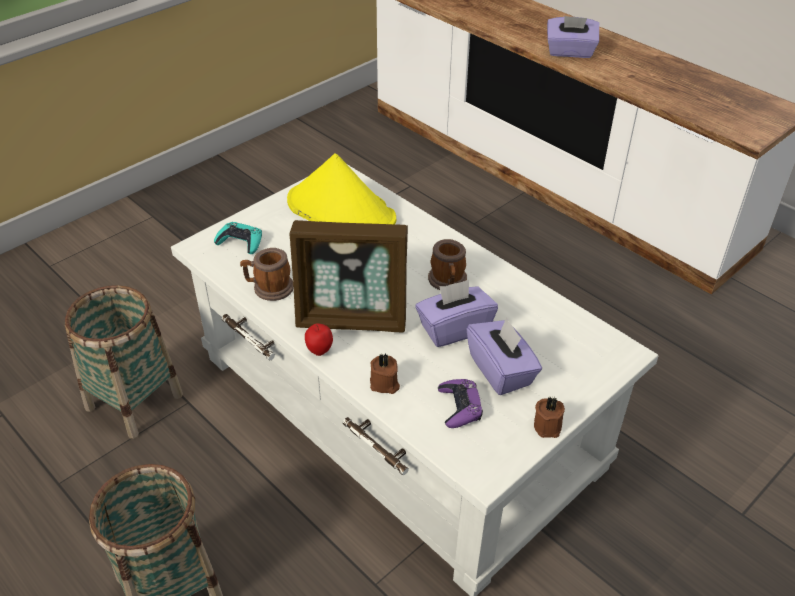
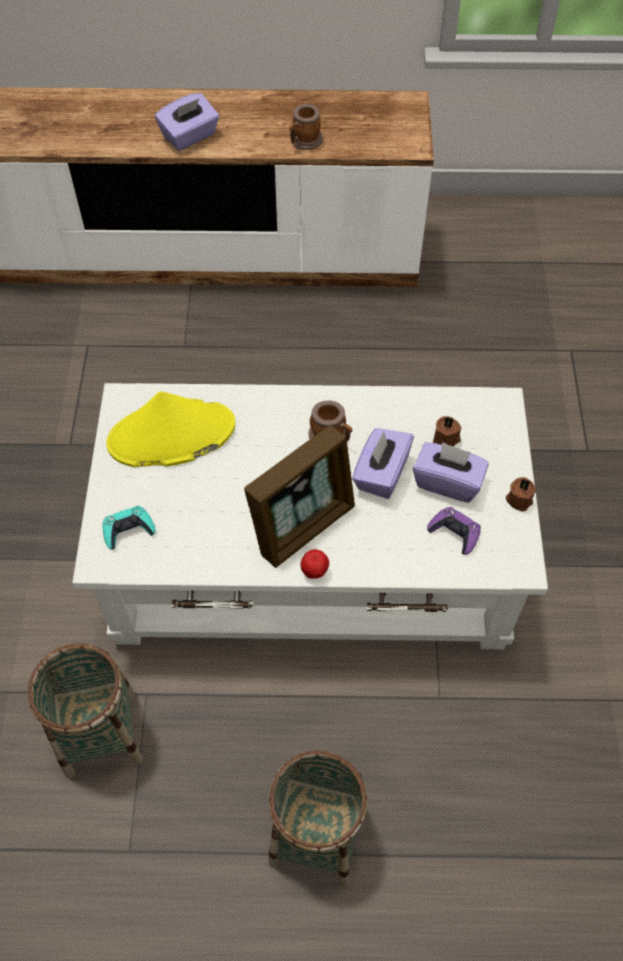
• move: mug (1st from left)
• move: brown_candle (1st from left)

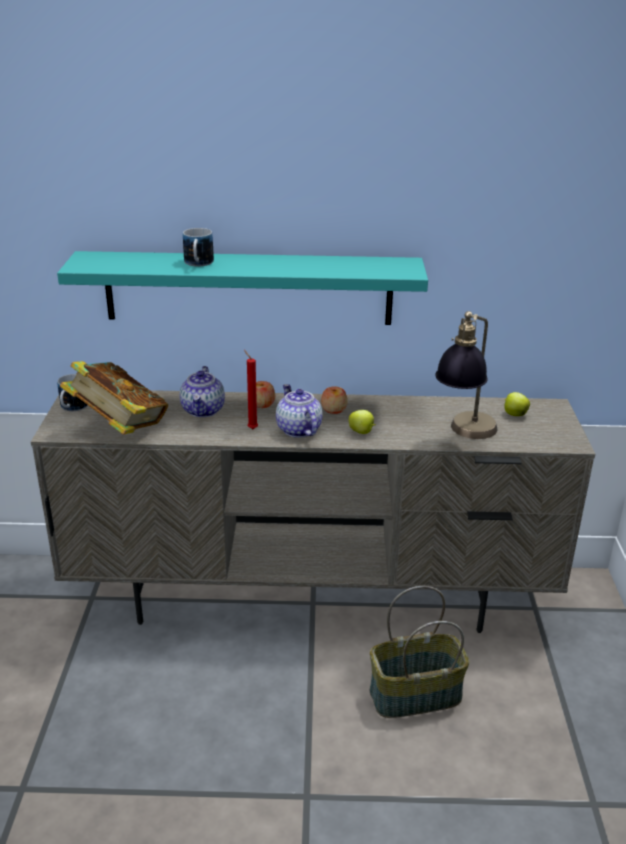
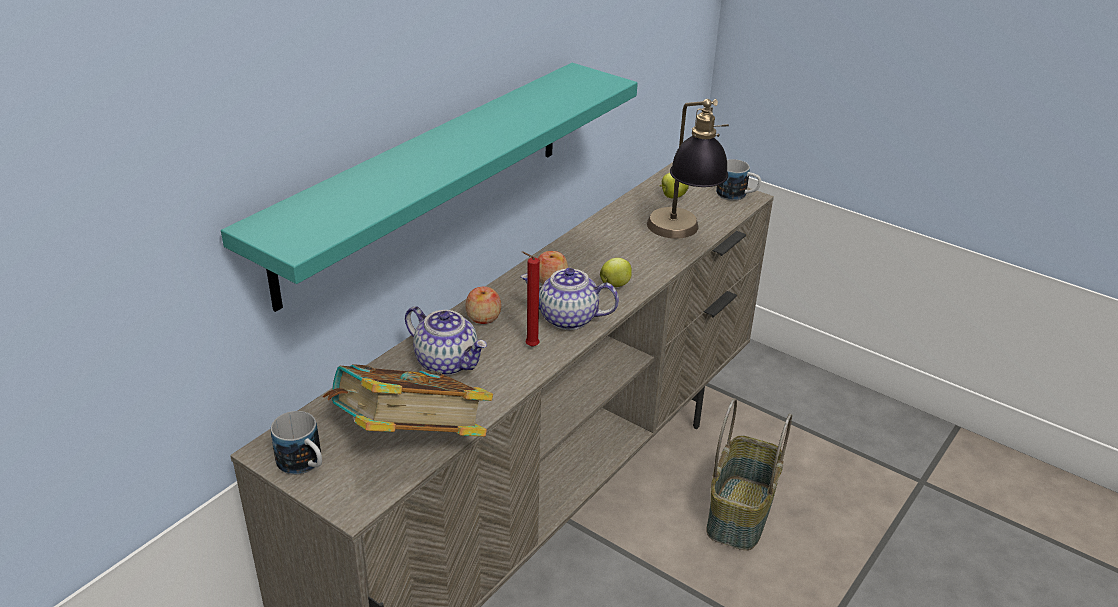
• move: mug (2nd from left)

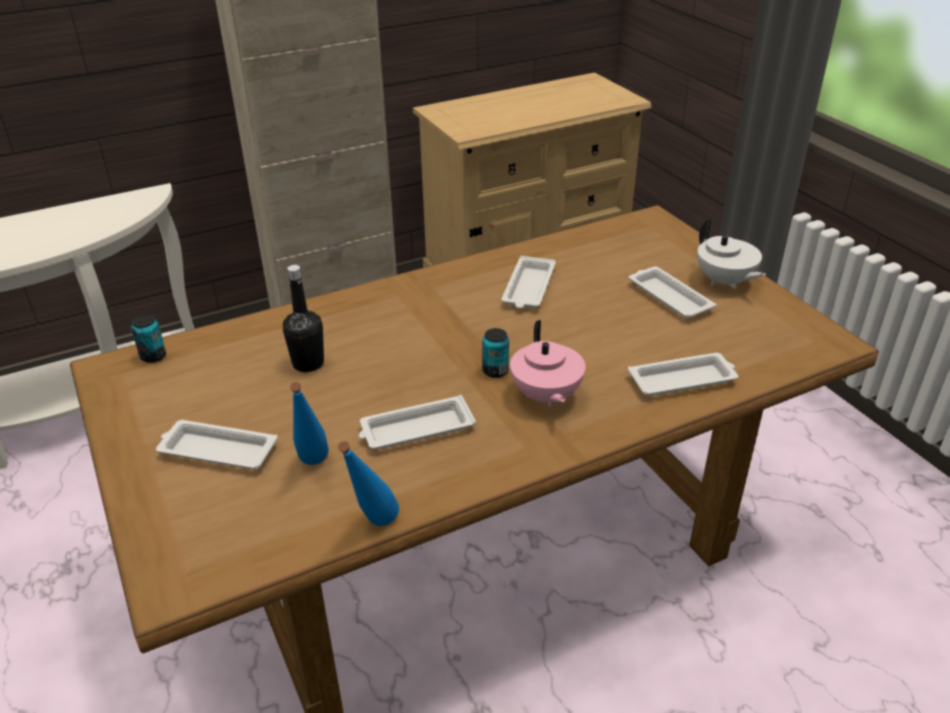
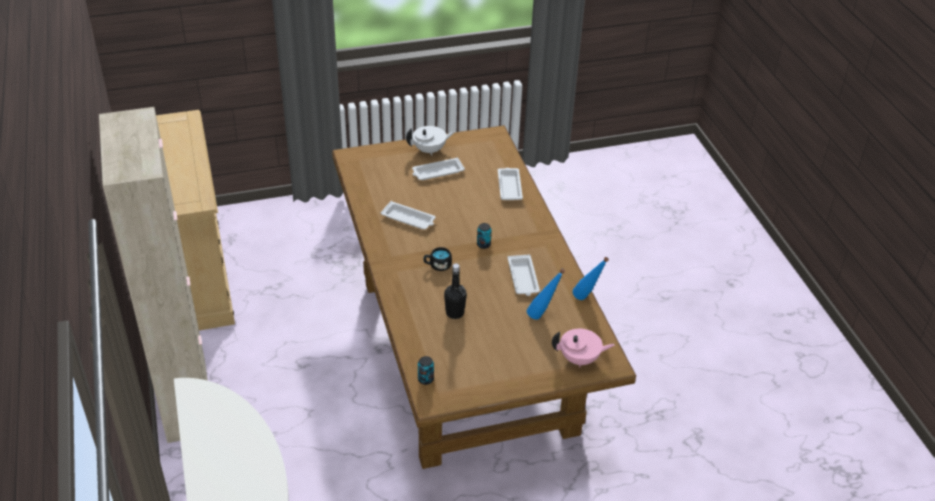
• delete: white_tray (1st from left)
• move: pink_teapot
• insert: black_mug

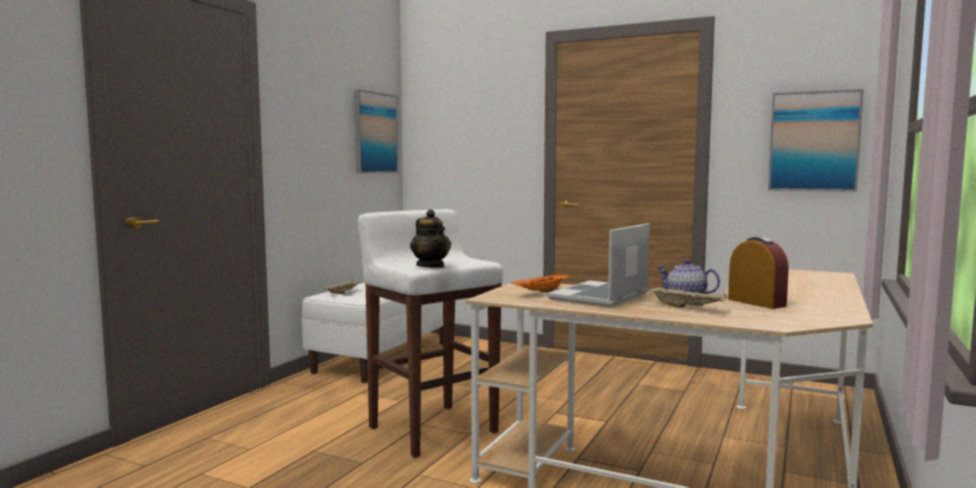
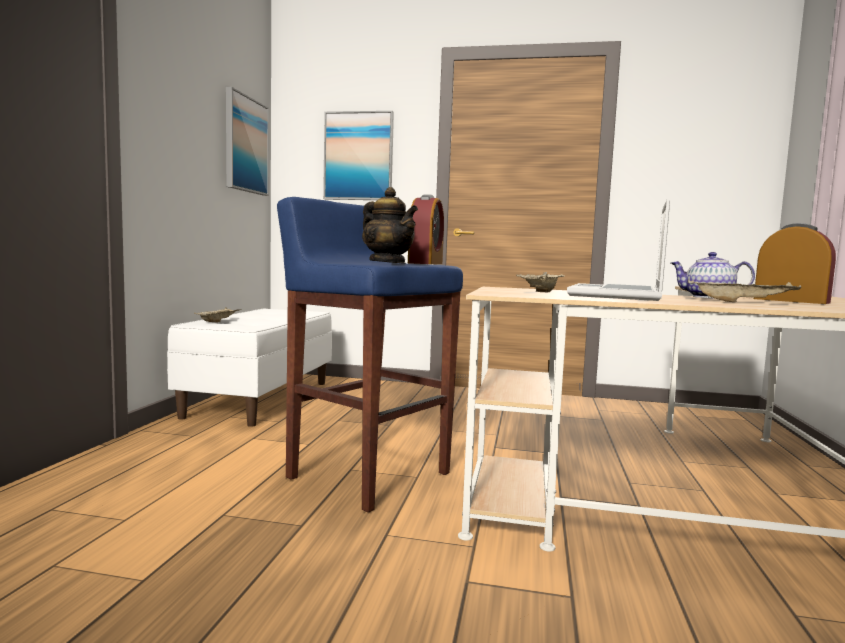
• recolor: white_stool to blue_stool
• recolor: orange_tray to beige_tray (2nd from left)
• move: picture (2nd from left)
• insert: alarm_clock (1st from left)

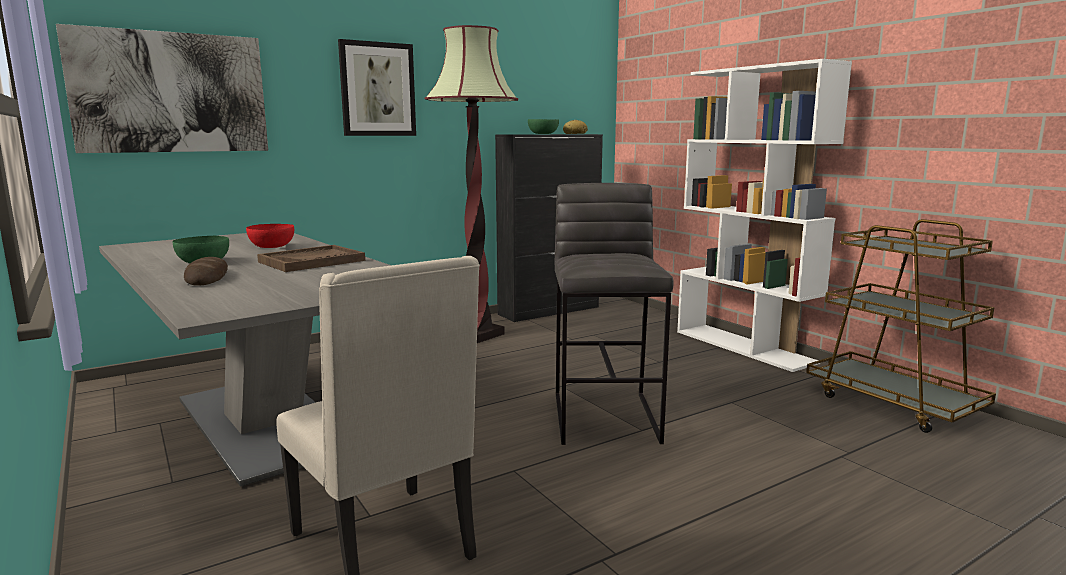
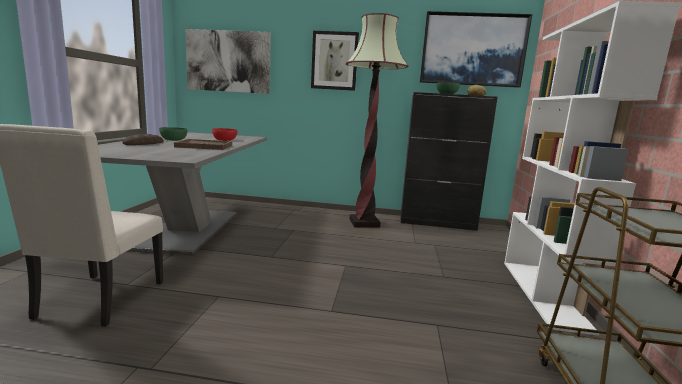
• delete: grey_stool
• insert: picture (3rd from left)

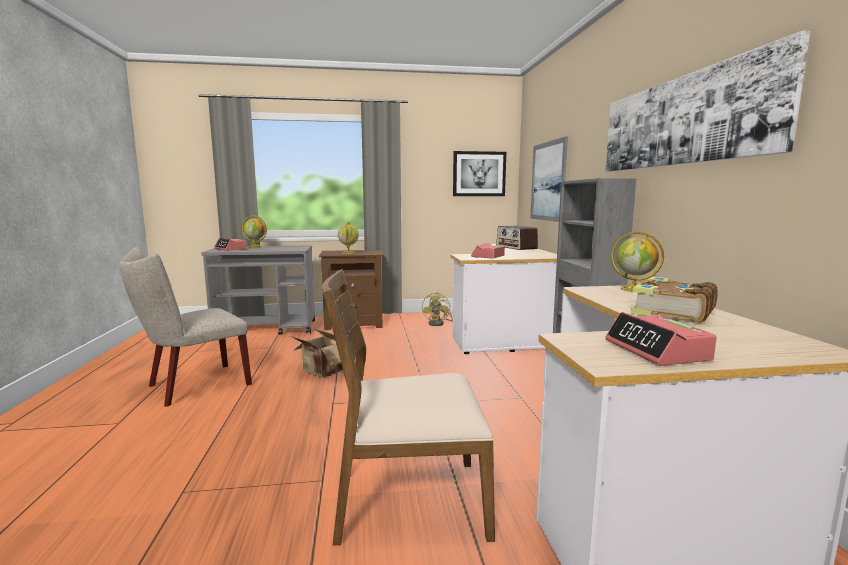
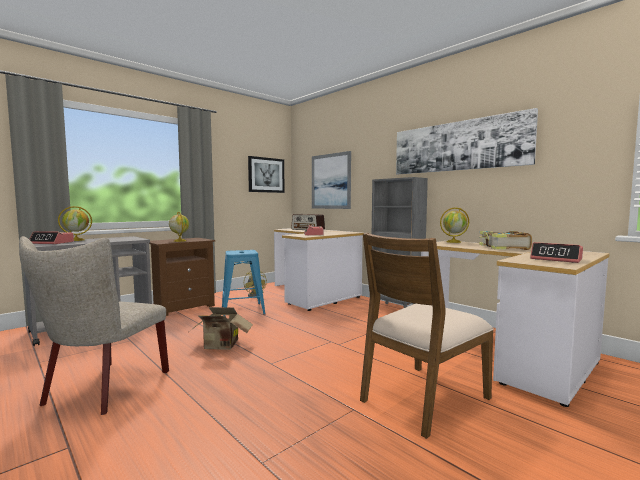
• insert: blue_stool

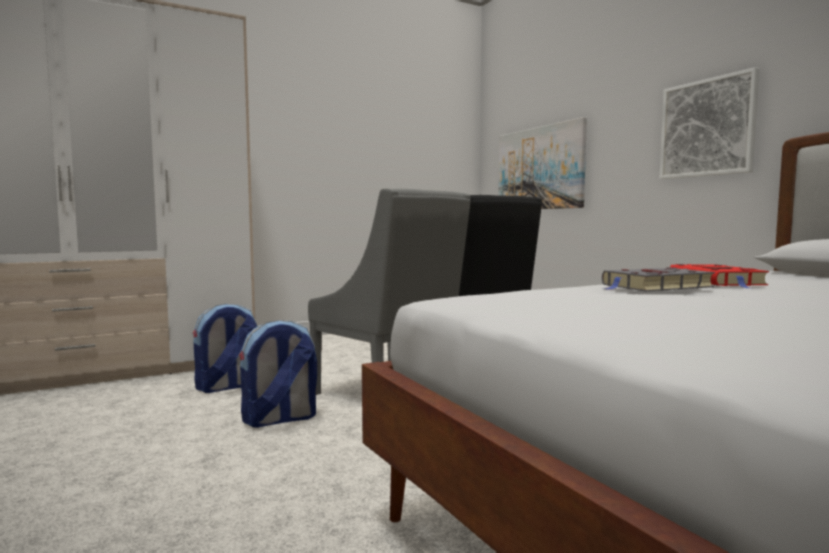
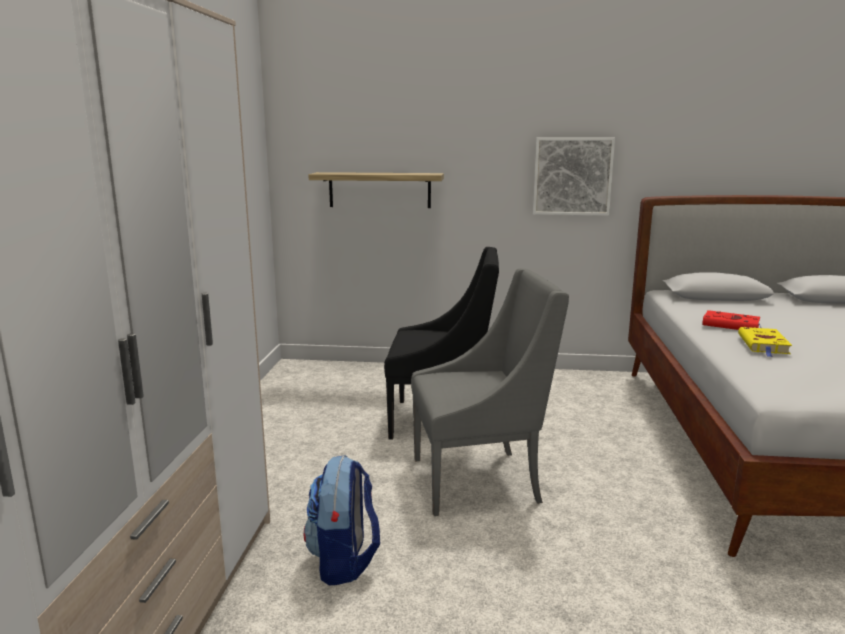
• delete: backpack (2nd from left)
• replace: picture (1st from left) to shelf
• recolor: grey_book to yellow_book

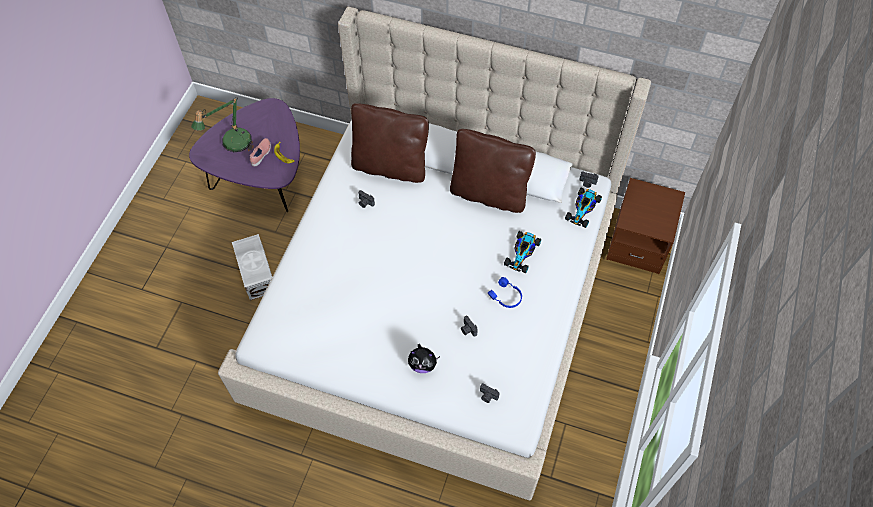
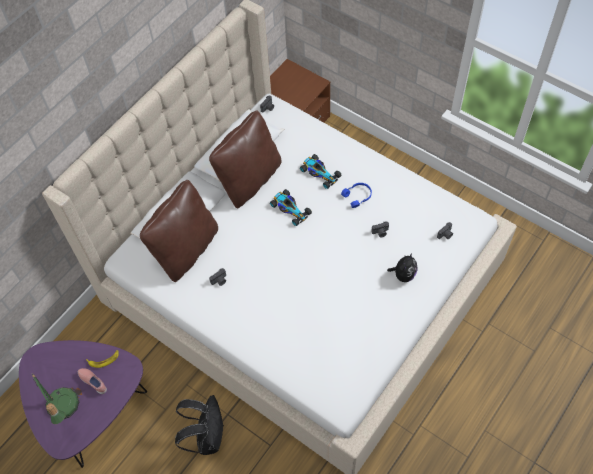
• replace: white_storage_box to black_backpack
• move: toy_car (2nd from left in the first image) to toy_car (1st from left)

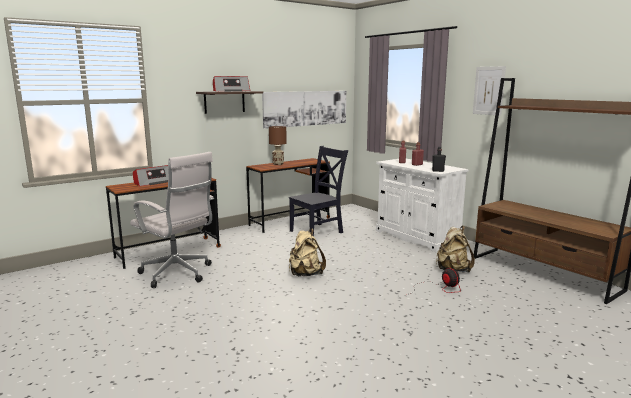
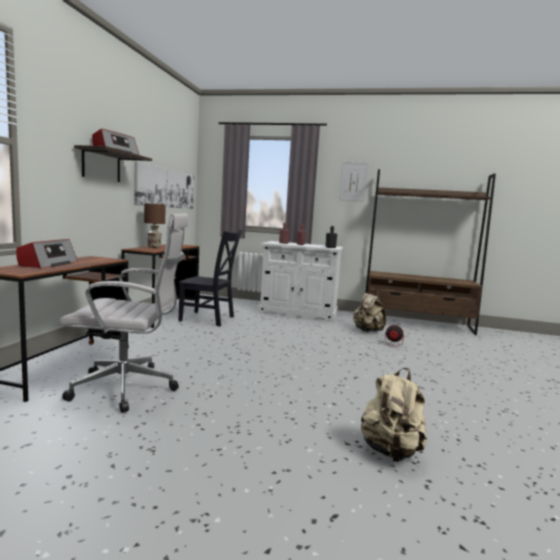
• rotate: black_chair 90 degrees clockwise
• move: beige_backpack (1st from left in the first image) to beige_backpack (2nd from left)

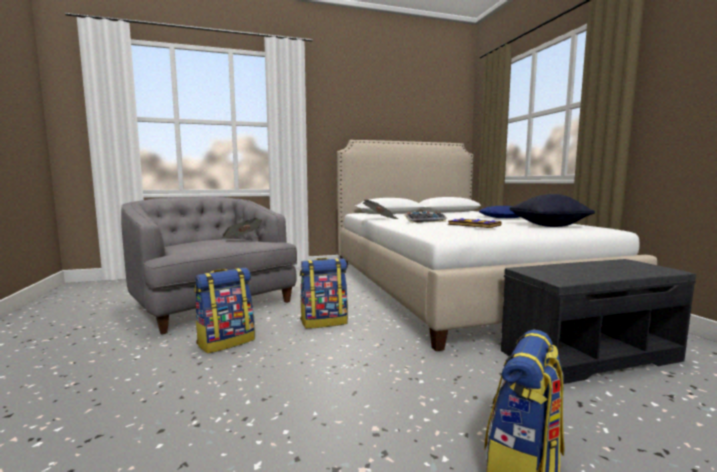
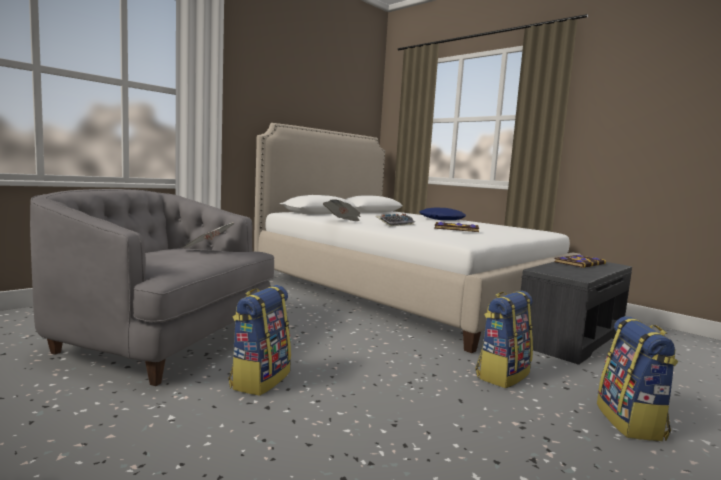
• move: backpack (2nd from left)
• delete: black_pillow
• insert: book (2nd from left)

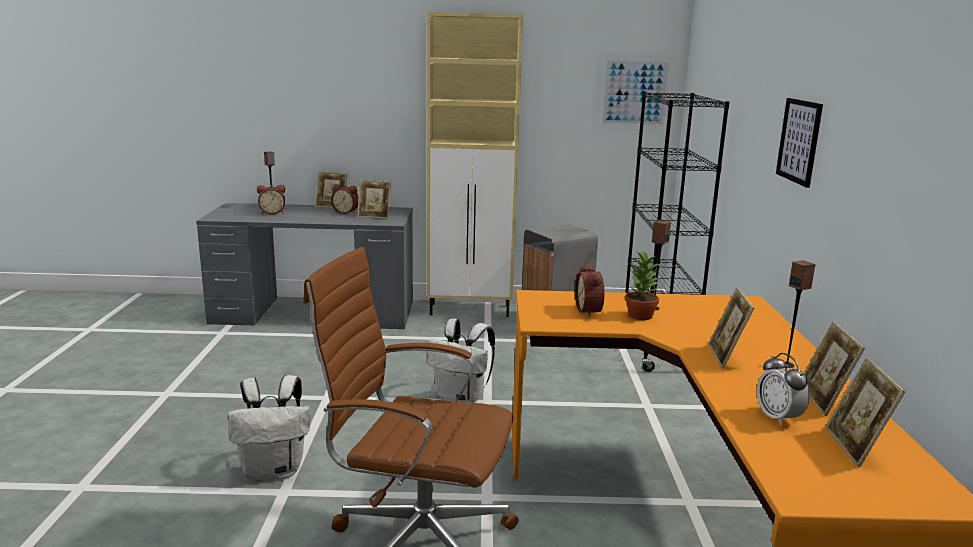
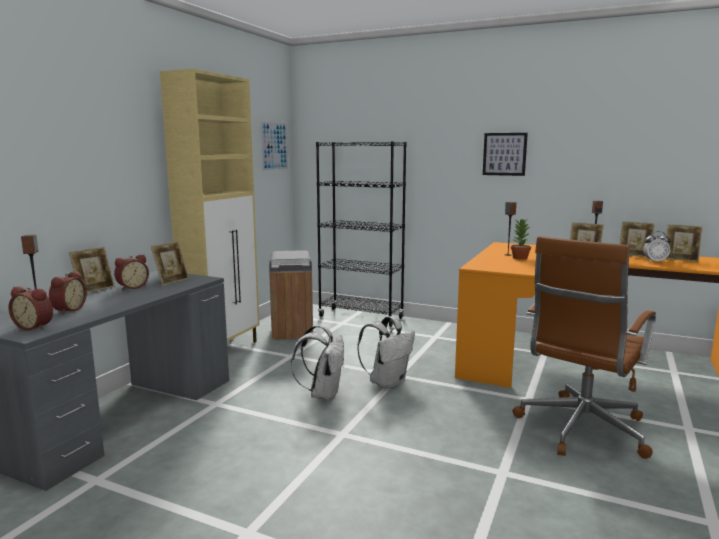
• move: white_backpack (1st from left)
• move: alarm_clock (3rd from left in the first image) to alarm_clock (1st from left)

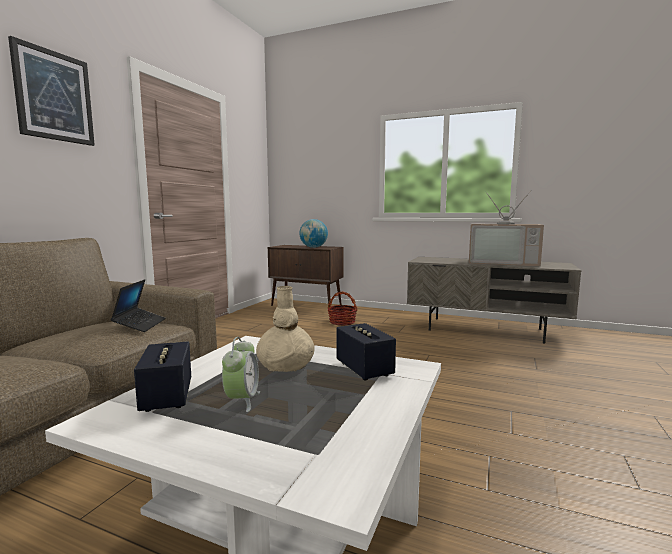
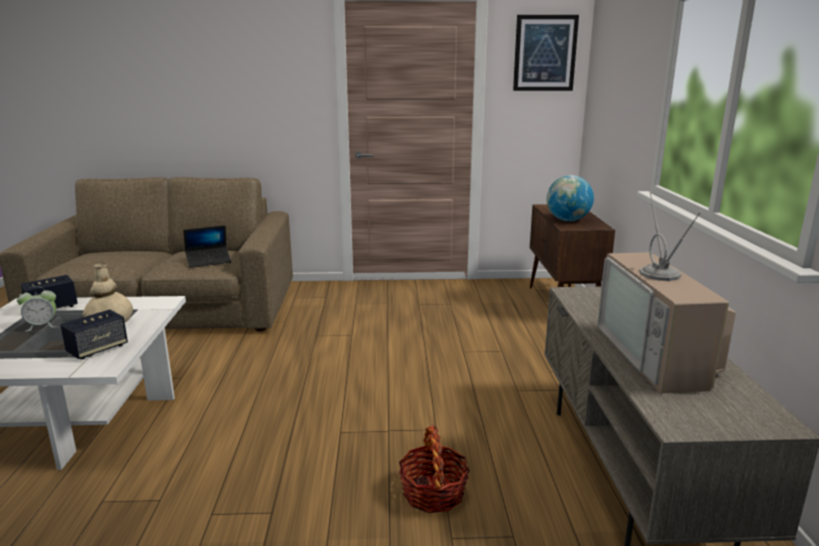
• move: picture
• move: basket

